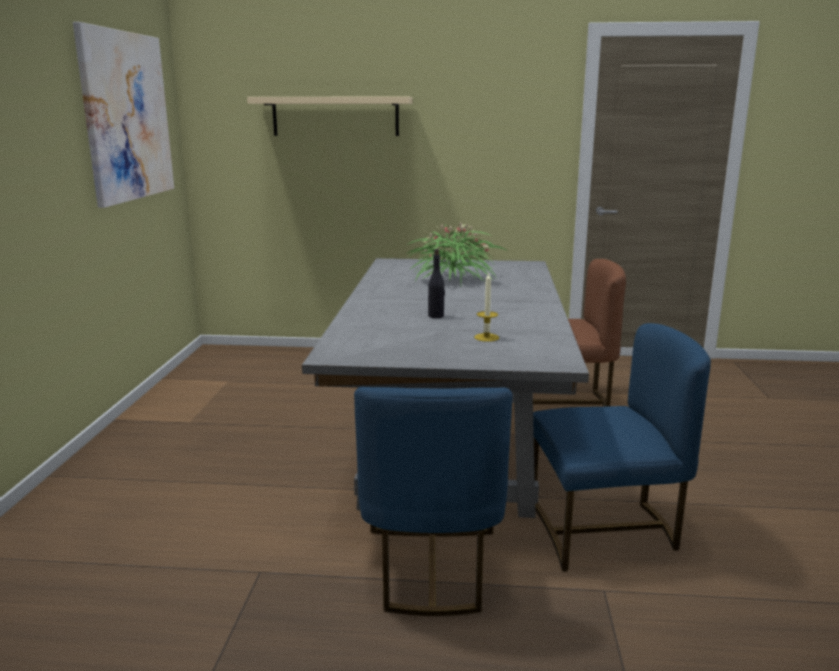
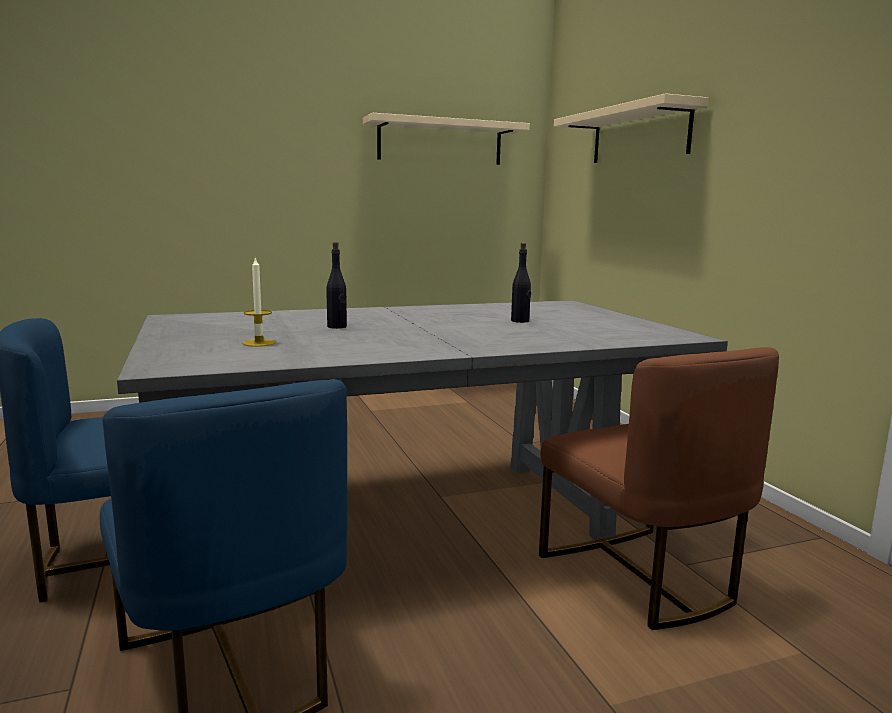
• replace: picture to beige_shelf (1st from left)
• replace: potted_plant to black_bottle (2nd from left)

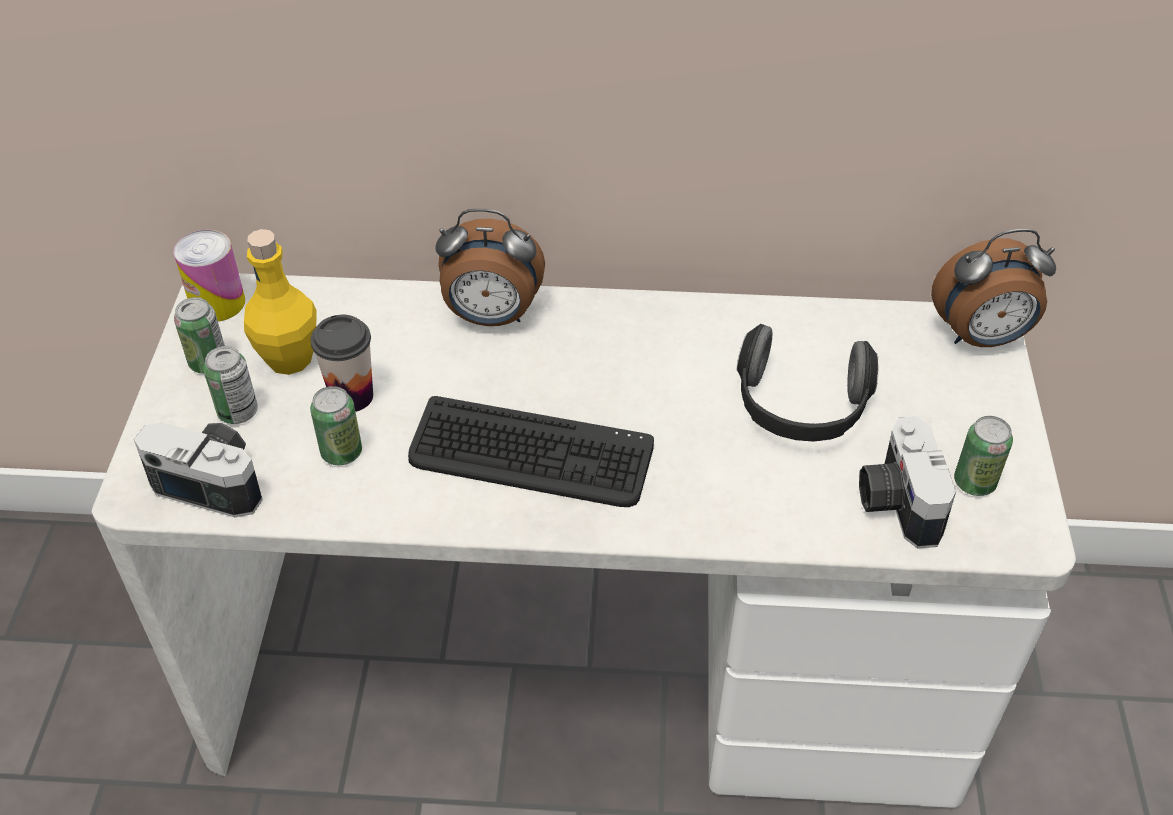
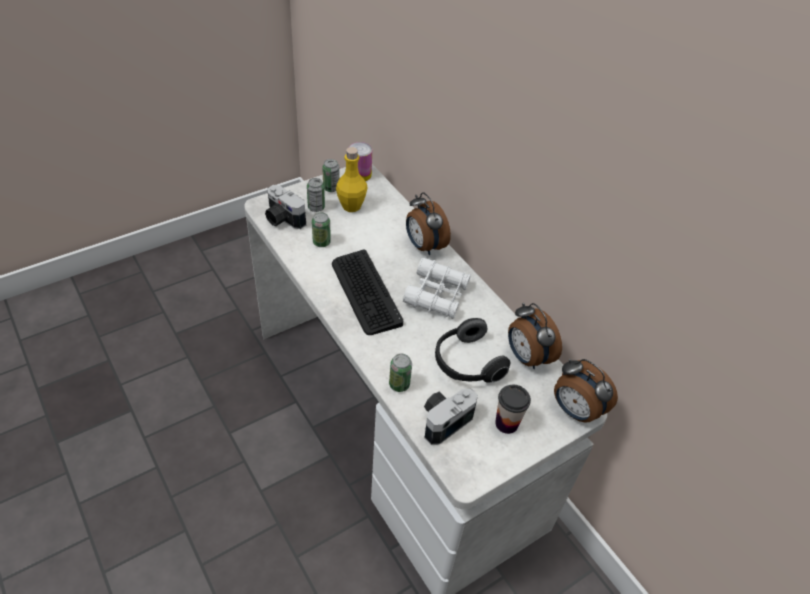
• rotate: photo_camera (1st from left) 150 degrees clockwise
• move: cup
• move: can (5th from left)
• insert: white_binoculars
• insert: alarm_clock (2nd from left)

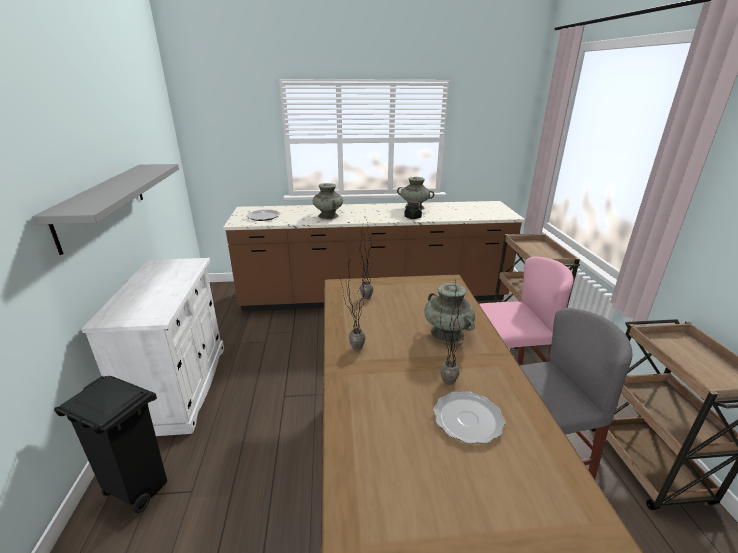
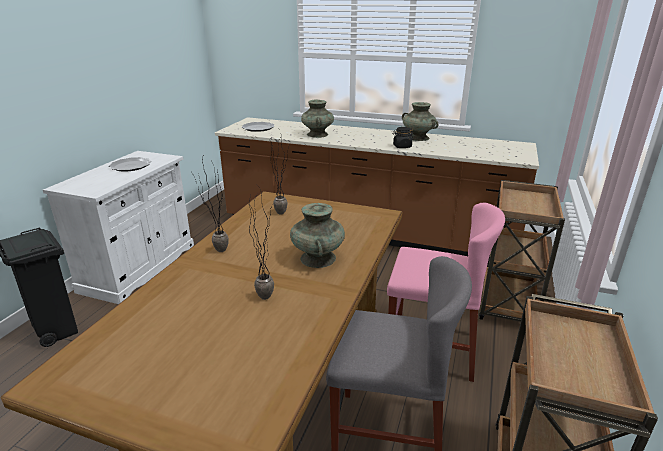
• delete: grey_shelf
• move: plate (2nd from left in the first image) to plate (1st from left)

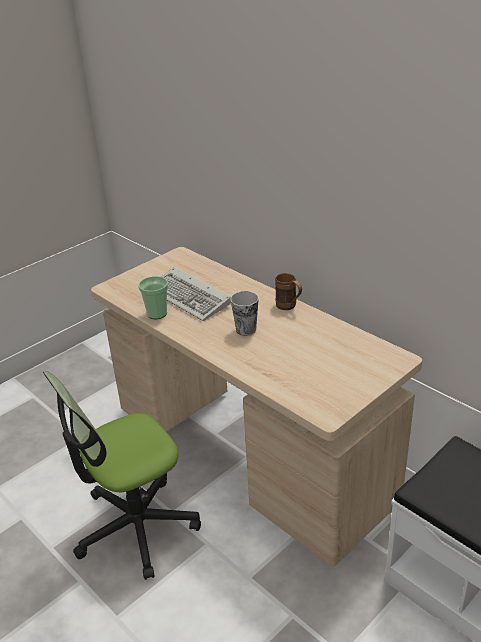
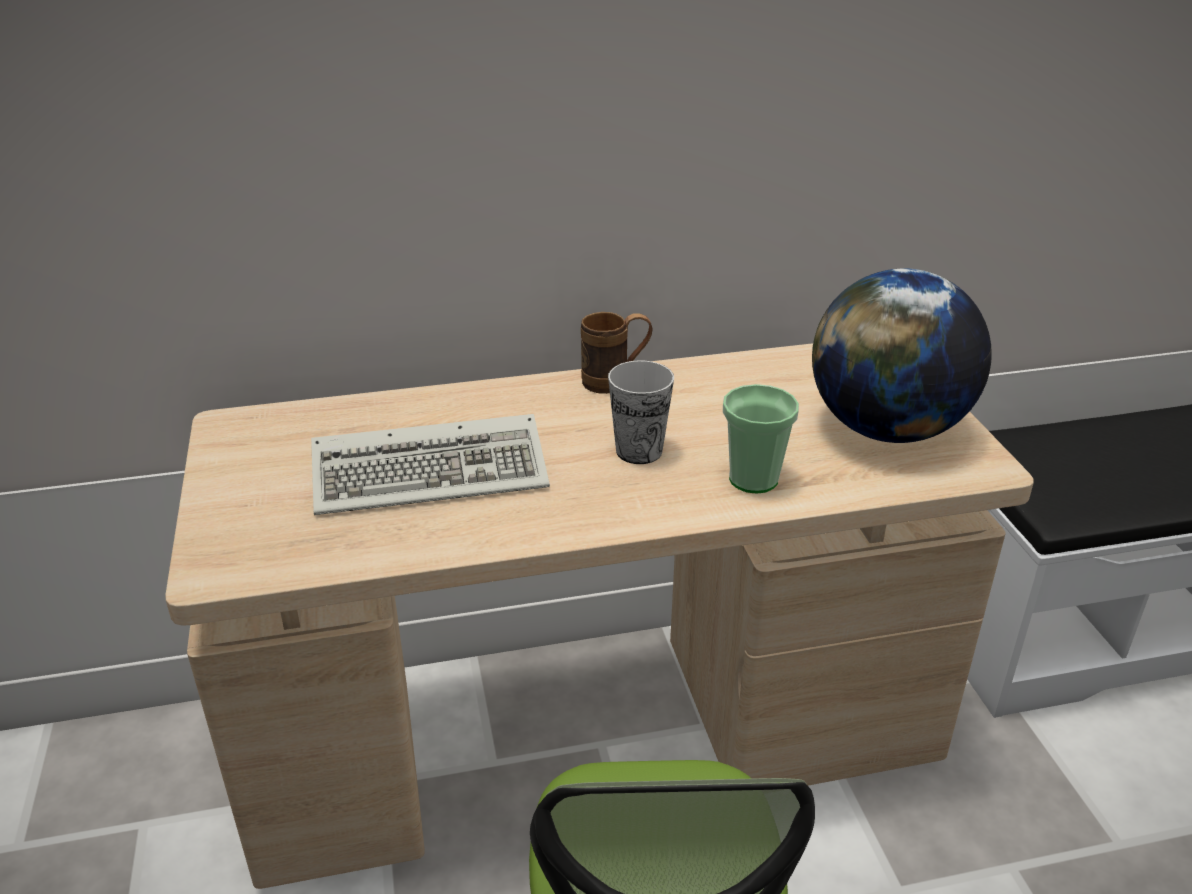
• move: cup (1st from left in the first image) to cup (2nd from left)
• insert: globe

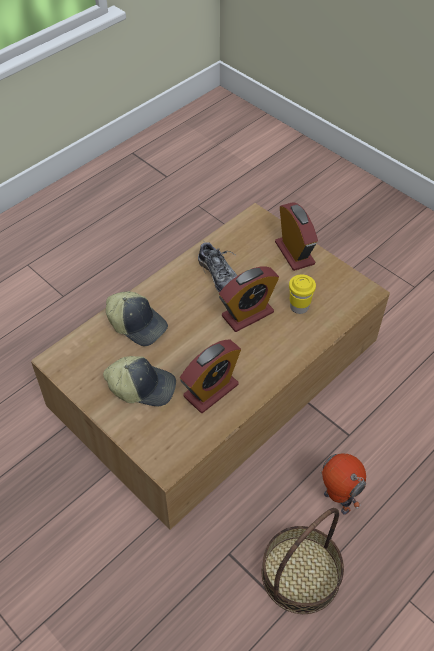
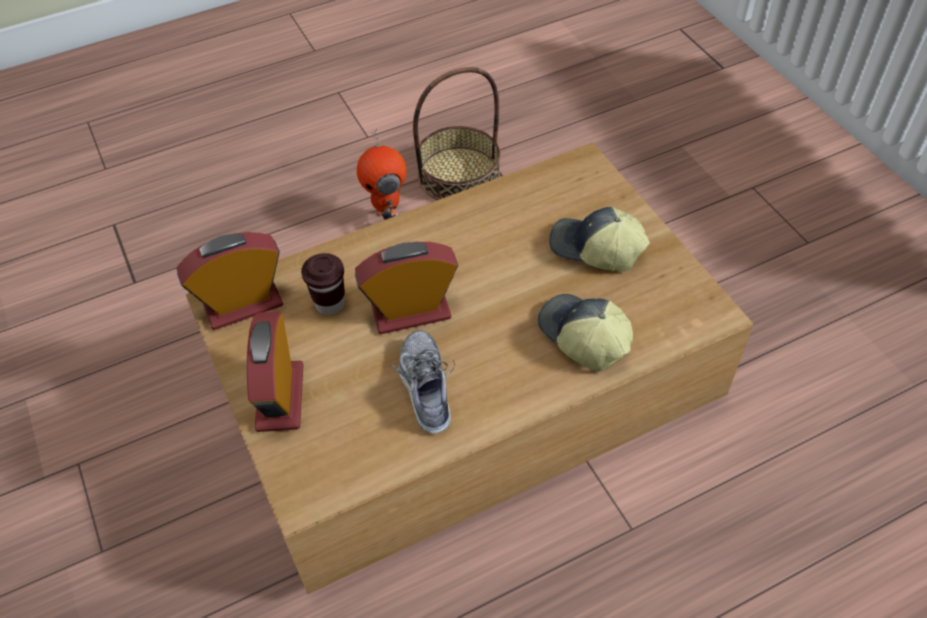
• move: alarm_clock (1st from left)
• recolor: yellow_cup to brown_cup

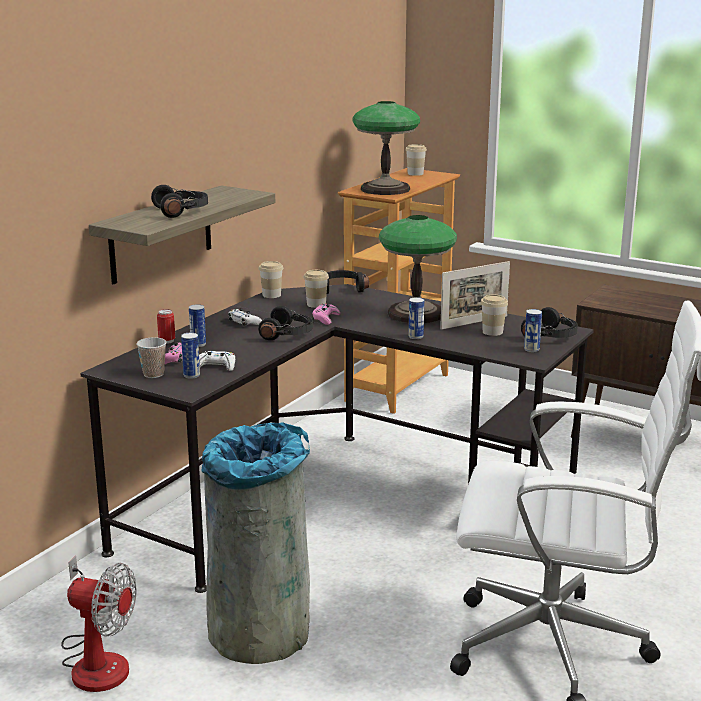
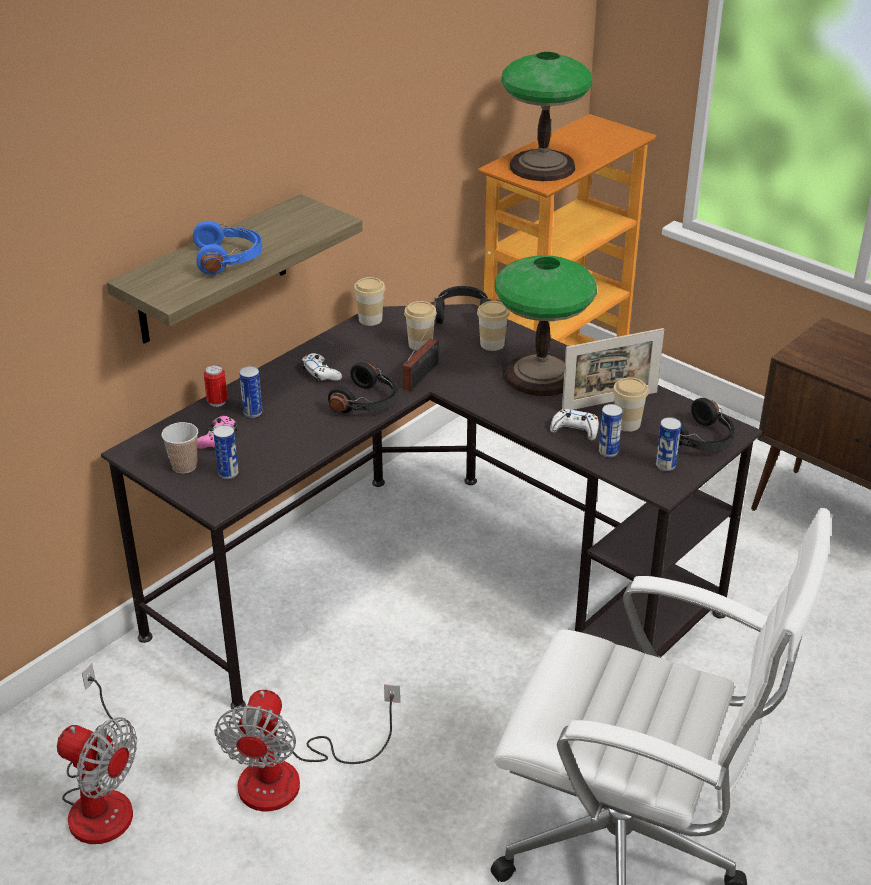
• recolor: black_headphones (1st from left) to blue_headphones
• move: white_game_controller (1st from left in the first image) to white_game_controller (2nd from left)
• replace: grey_trash_can to fan (2nd from left)
• replace: pink_game_controller (2nd from left) to radio
• move: cup (4th from left)
• move: can (4th from left)

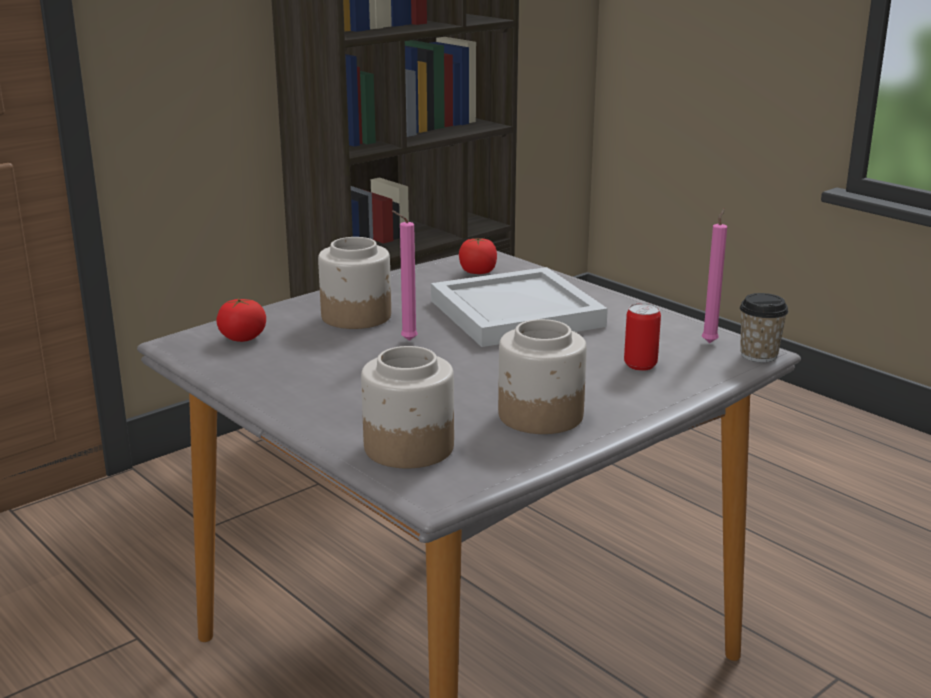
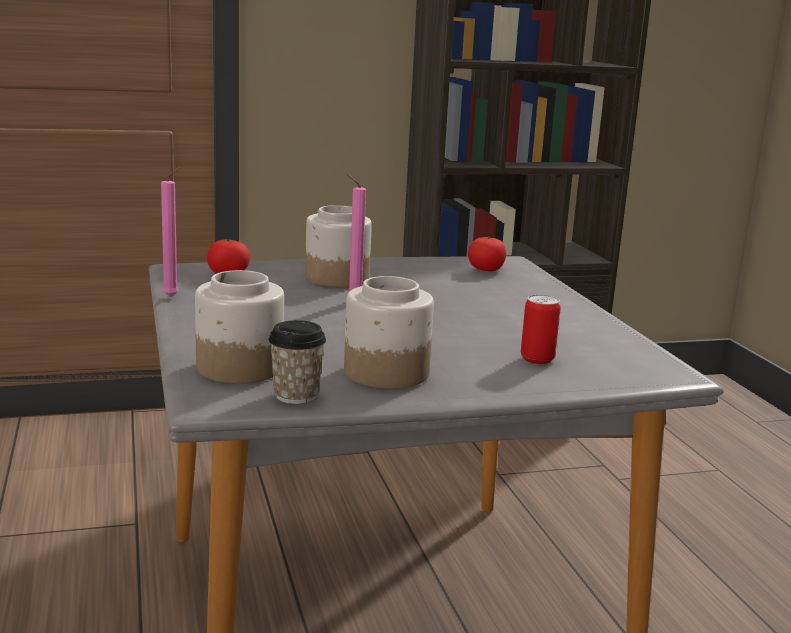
• delete: white_tray
• move: pink_candle (2nd from left in the first image) to pink_candle (1st from left)
• move: cup

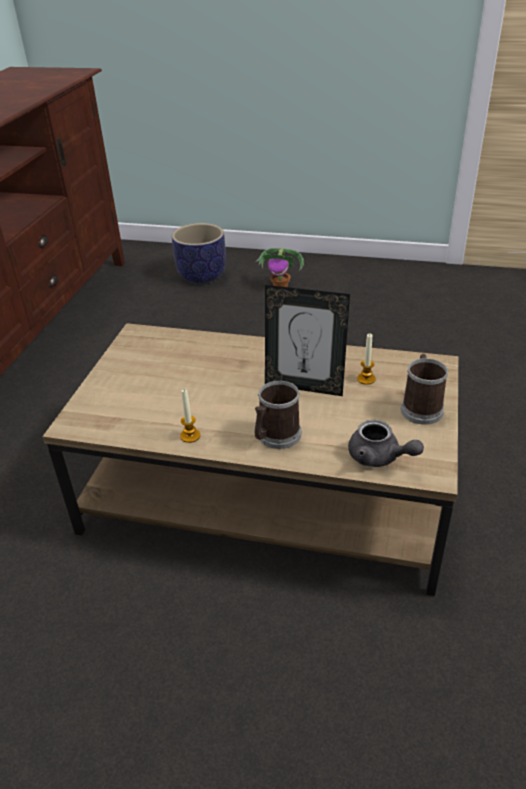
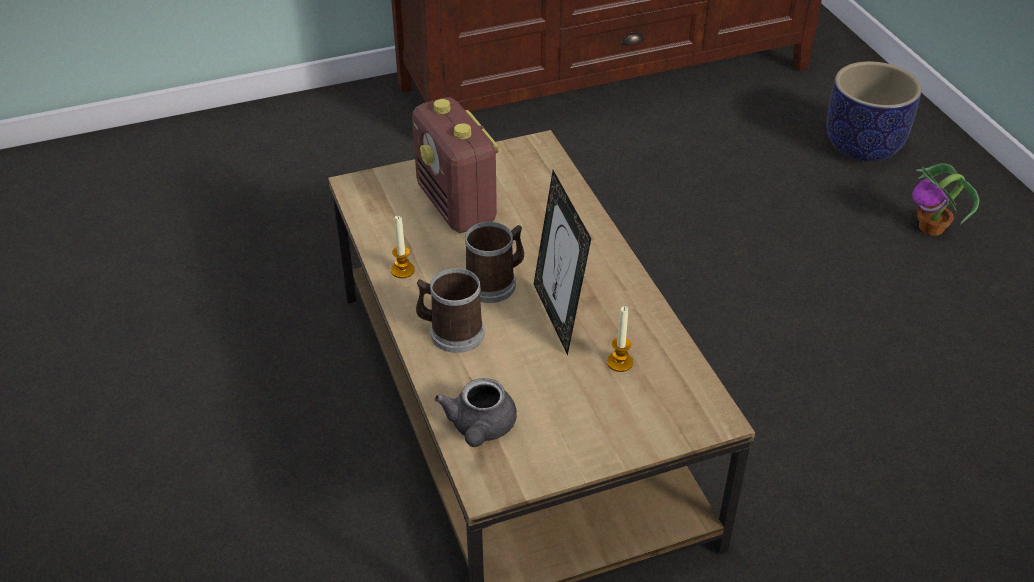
• move: mug (2nd from left)
• insert: radio

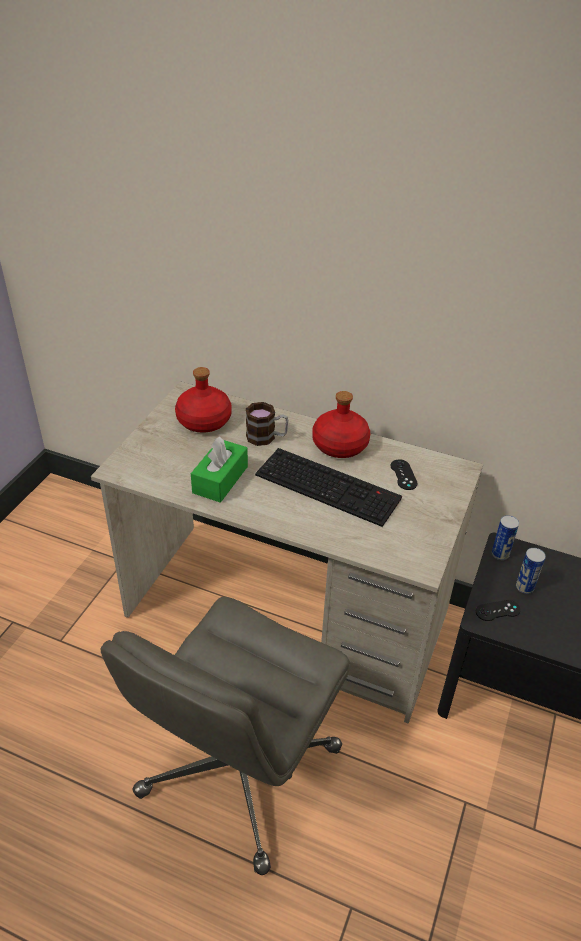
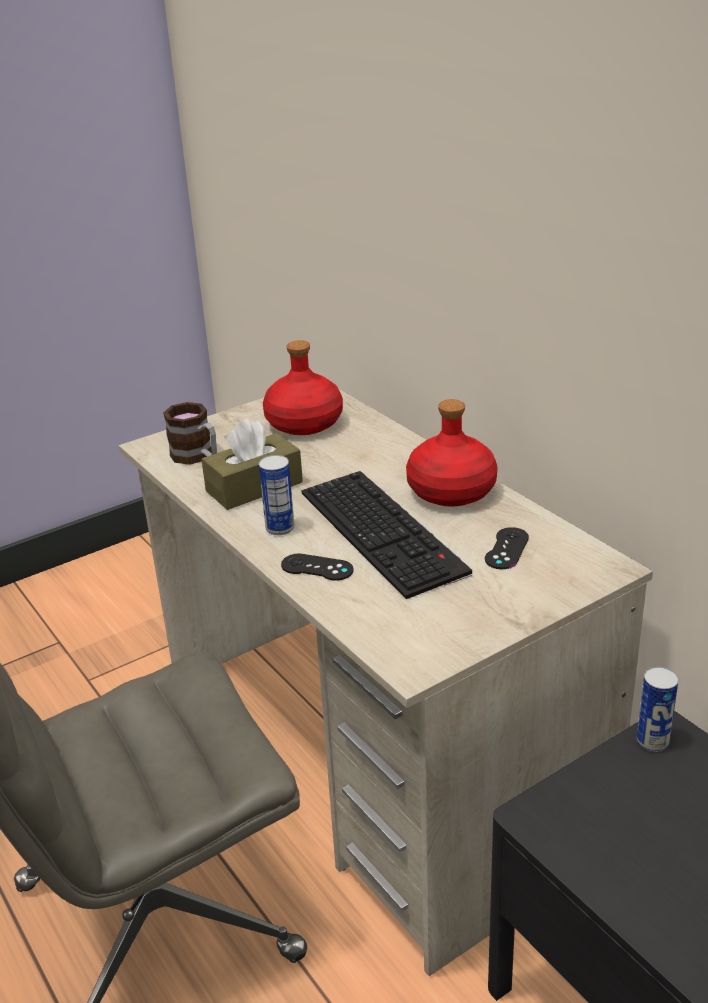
• recolor: green_tissue_box to brown_tissue_box
• move: mug
• move: black_game_controller (2nd from left in the first image) to black_game_controller (1st from left)
• move: can (2nd from left in the first image) to can (1st from left)

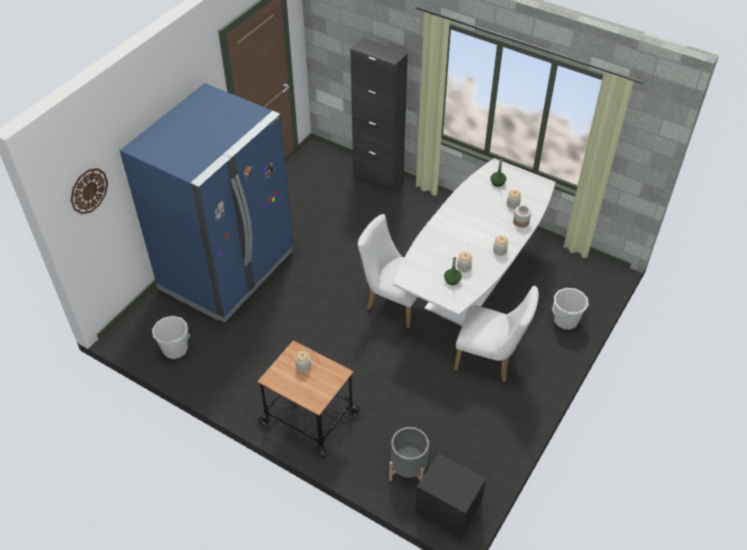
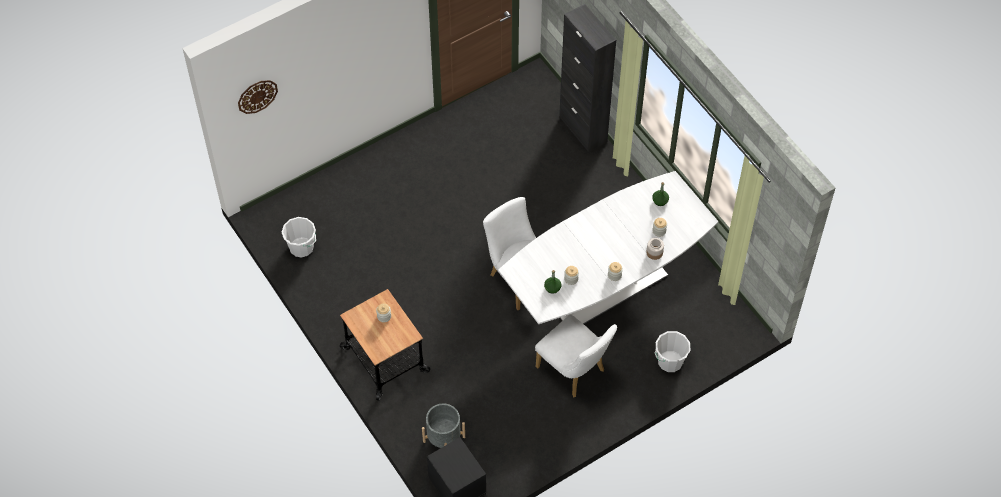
• delete: blue_fridge

